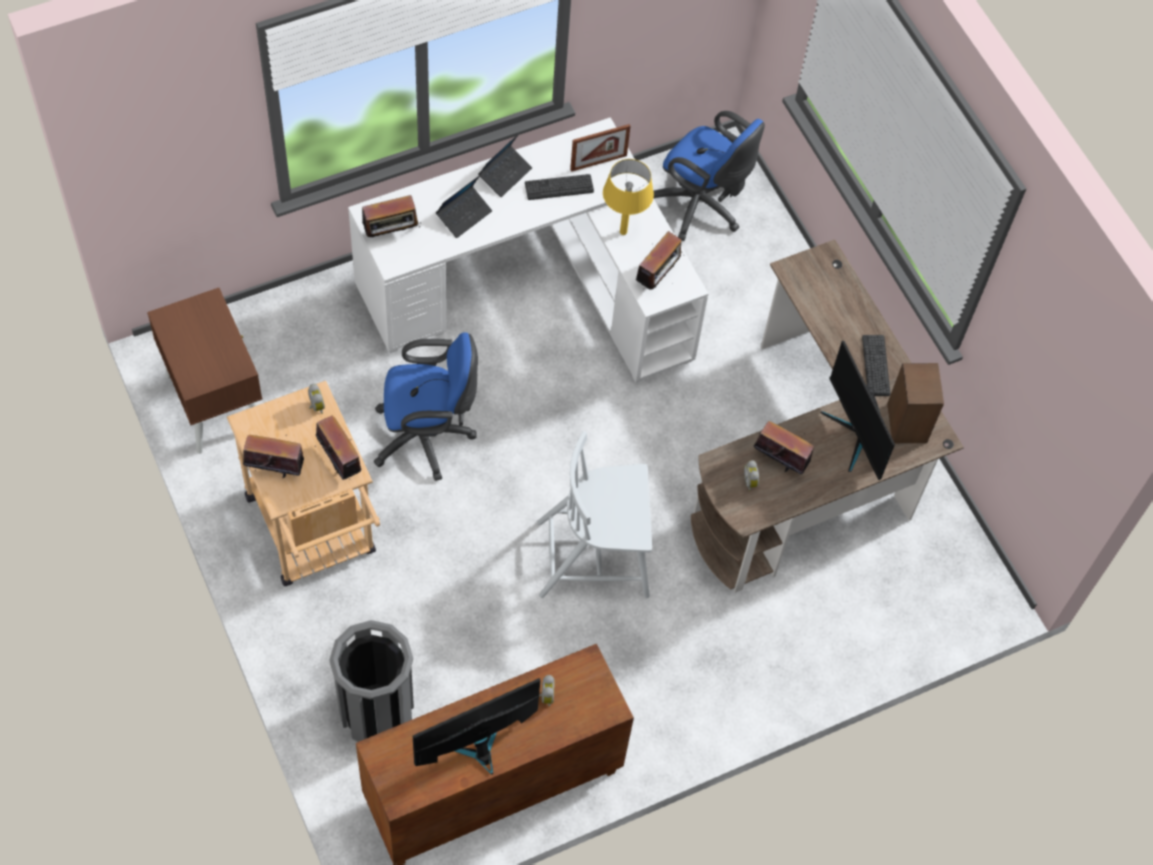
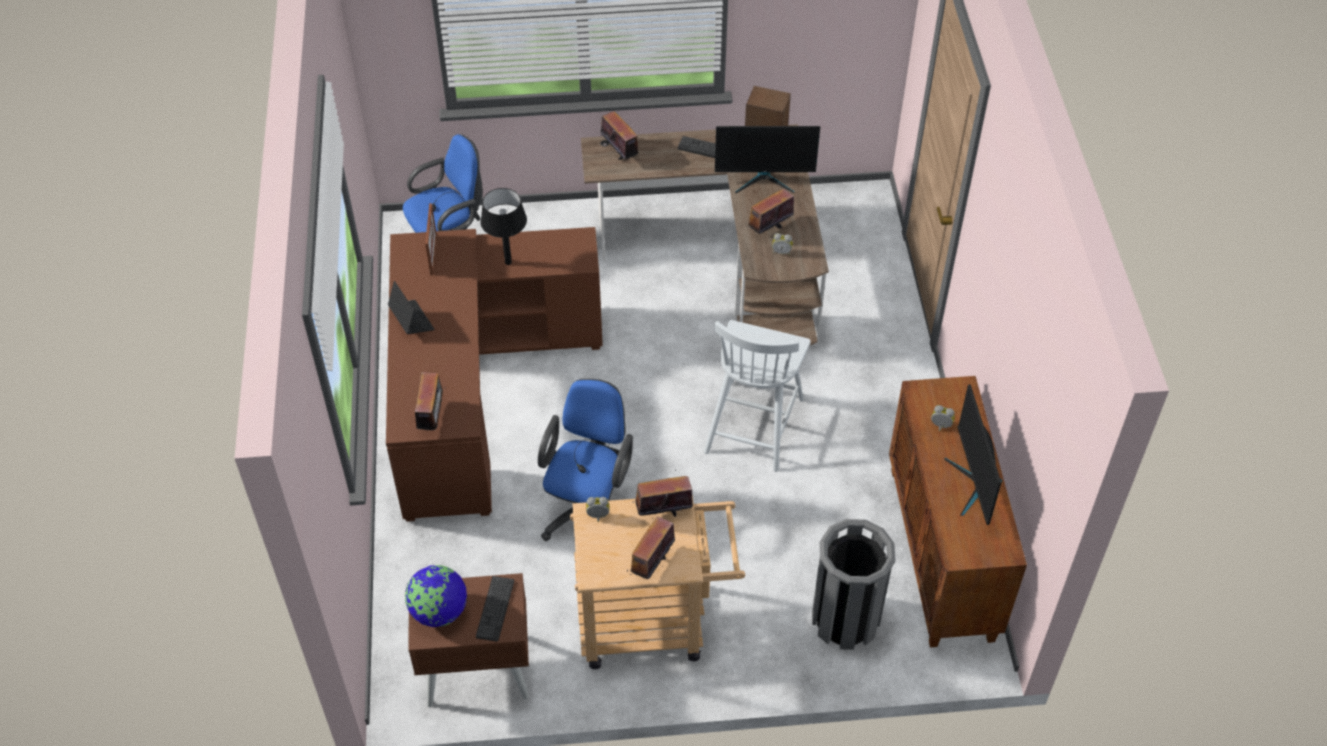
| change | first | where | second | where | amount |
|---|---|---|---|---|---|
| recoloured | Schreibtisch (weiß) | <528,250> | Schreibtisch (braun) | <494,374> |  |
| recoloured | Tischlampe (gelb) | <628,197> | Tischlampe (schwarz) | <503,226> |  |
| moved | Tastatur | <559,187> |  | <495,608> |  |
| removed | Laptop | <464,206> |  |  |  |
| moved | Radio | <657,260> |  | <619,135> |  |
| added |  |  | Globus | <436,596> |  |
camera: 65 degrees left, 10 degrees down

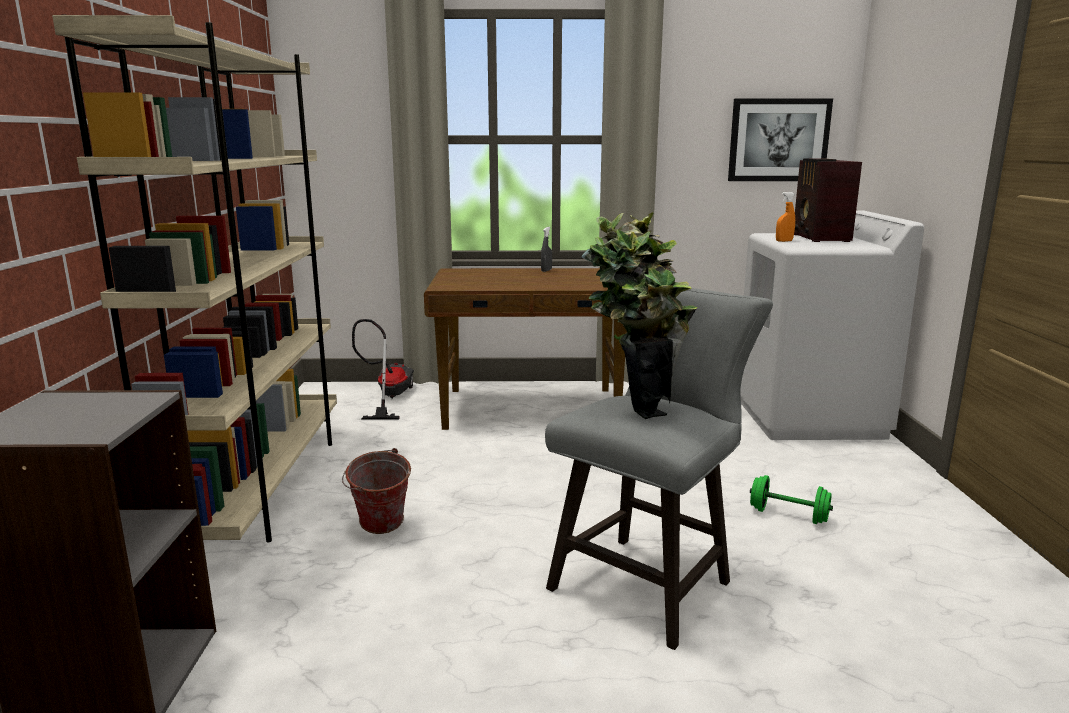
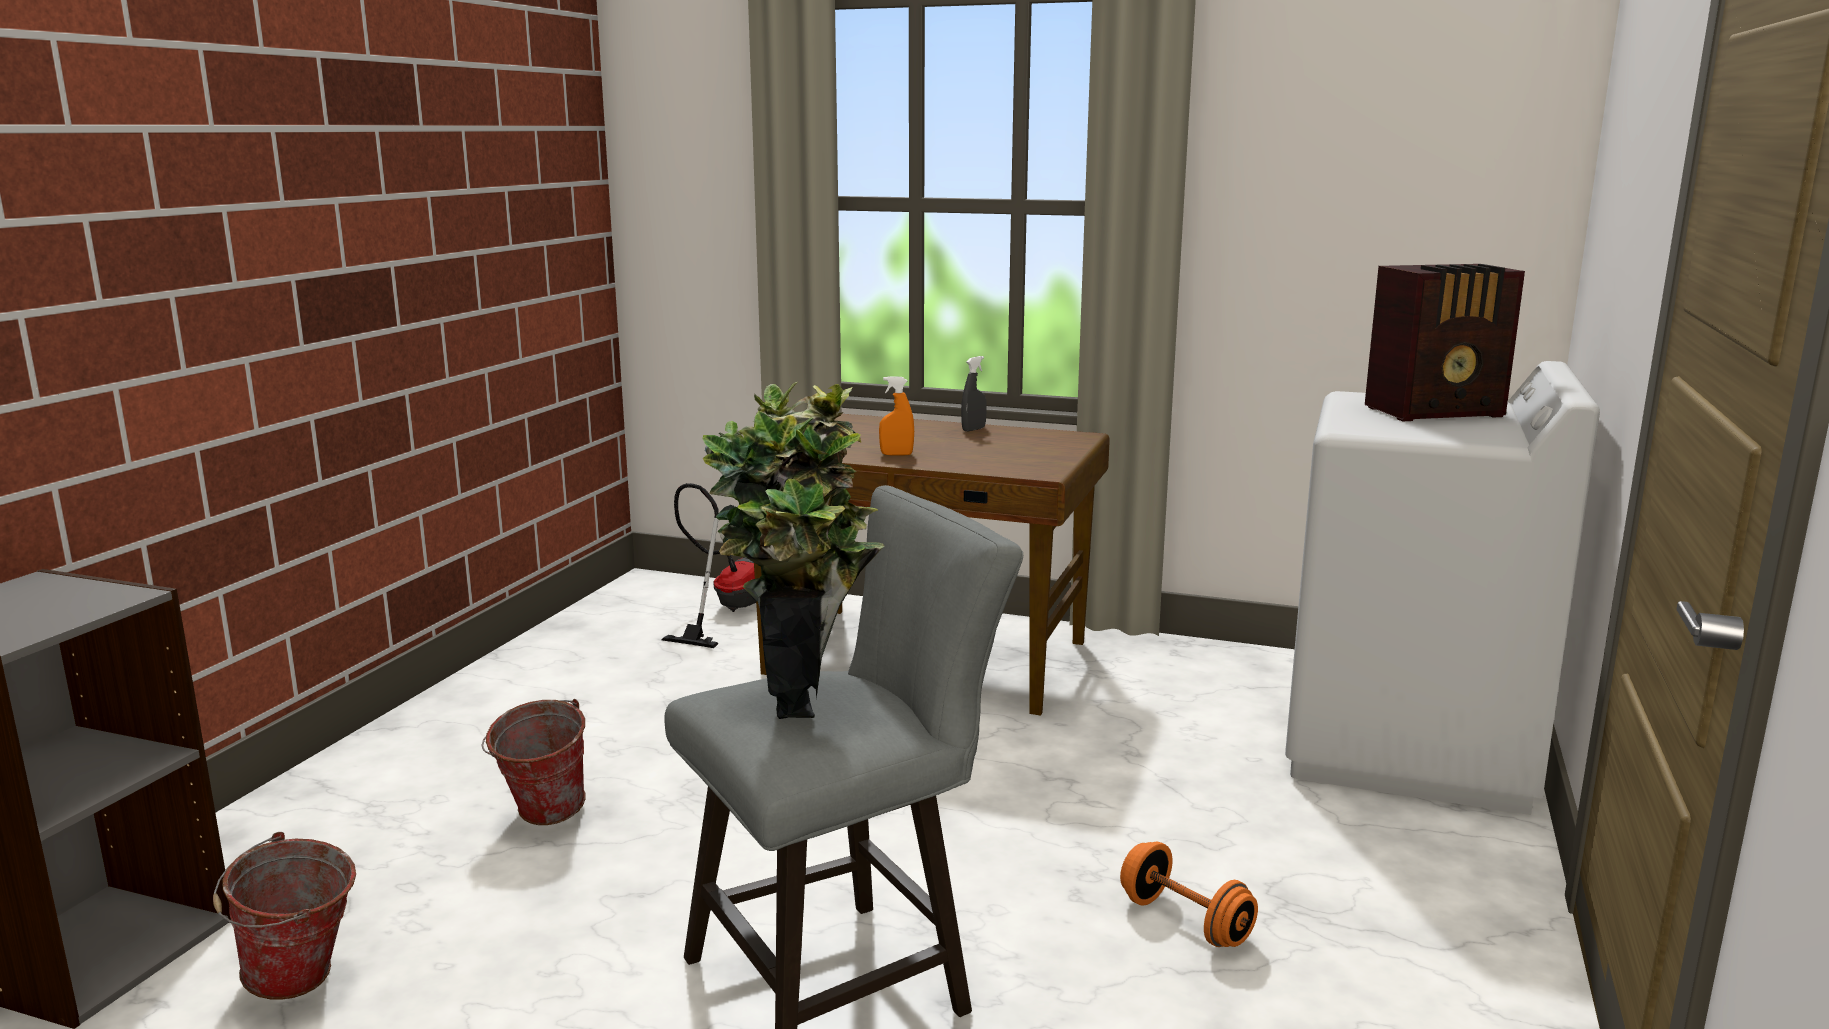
| change | first | where | second | where | amount |
|---|---|---|---|---|---|
| removed | Bücherregal (beige) | <194,278> |  |  |  |
| removed | Bild | <780,139> |  |  |  |
| turned | Radio | <828,200> |  | <1445,342> | 120 degrees counterclockwise |
| moved | Sprühflasche (orange) | <785,217> |  | <896,416> |  |
| recoloured | Hantel (grün) | <791,499> | Hantel (orange) | <1189,894> |  |
| added |  |  | Eimer | <284,916> |  |
camera: 20 degrees right, 0 degrees up

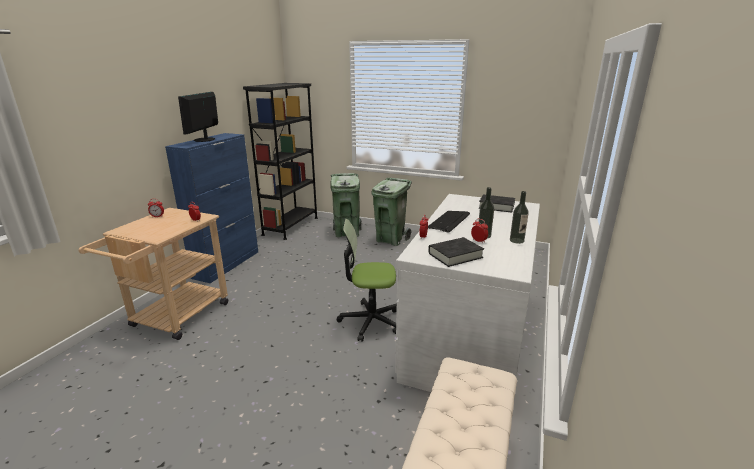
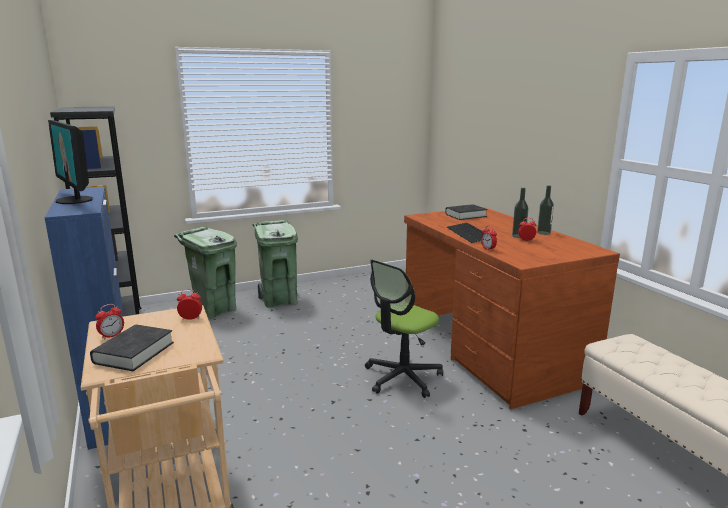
| change | first | where | second | where | amount |
|---|---|---|---|---|---|
| recoloured | Schreibtisch (weiß) | <467,293> | Schreibtisch (braun) | <512,308> |  |
| moved | Buch (schwarz) | <456,252> |  | <132,348> |  |
camera: 45 degrees left, 5 degrees down

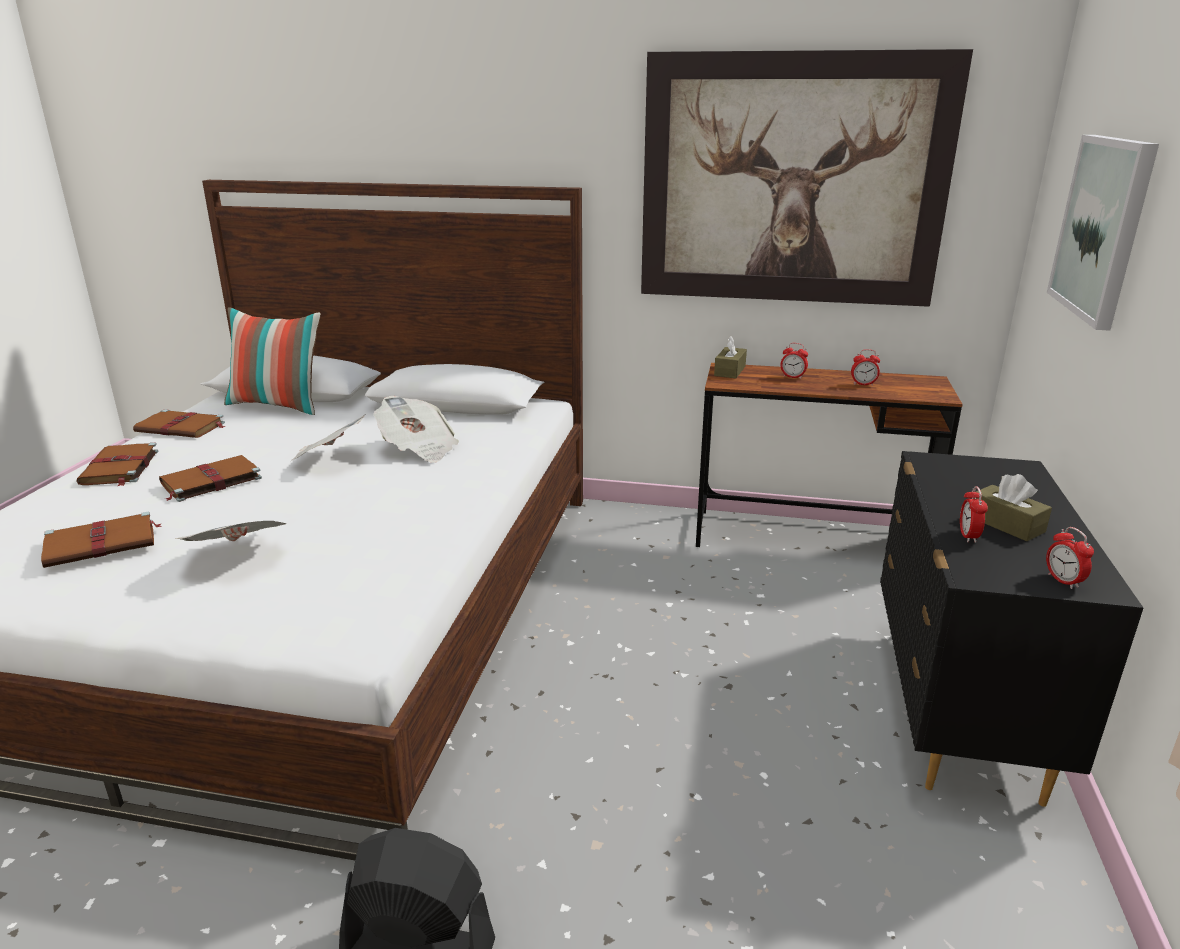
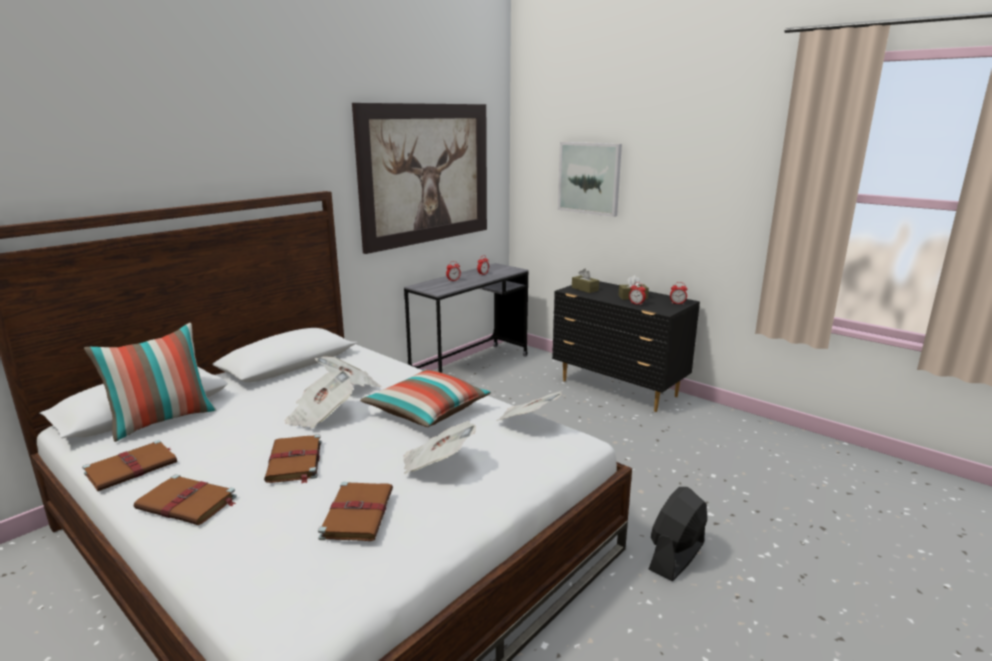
| change | first | where | second | where | amount |
|---|---|---|---|---|---|
| moved | Taschentuchbox (braun) | <730,357> |  | <585,280> |  |
| recoloured | Schreibtisch (braun) | <829,455> | Schreibtisch (grau) | <466,318> |  |
| added |  |  | Kissen | <425,398> |  |
| added |  |  | Zeitung | <529,405> |  |
camera: 60 degrees left, 5 degrees down

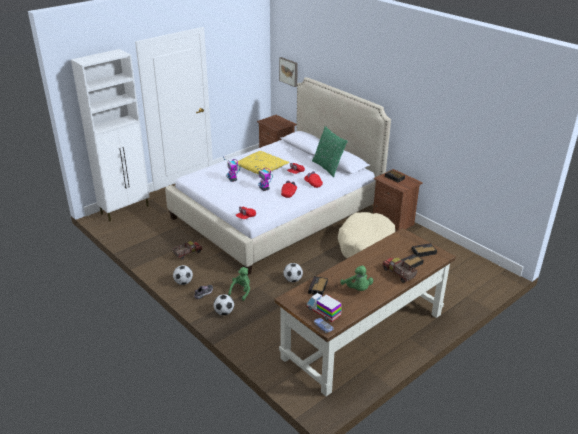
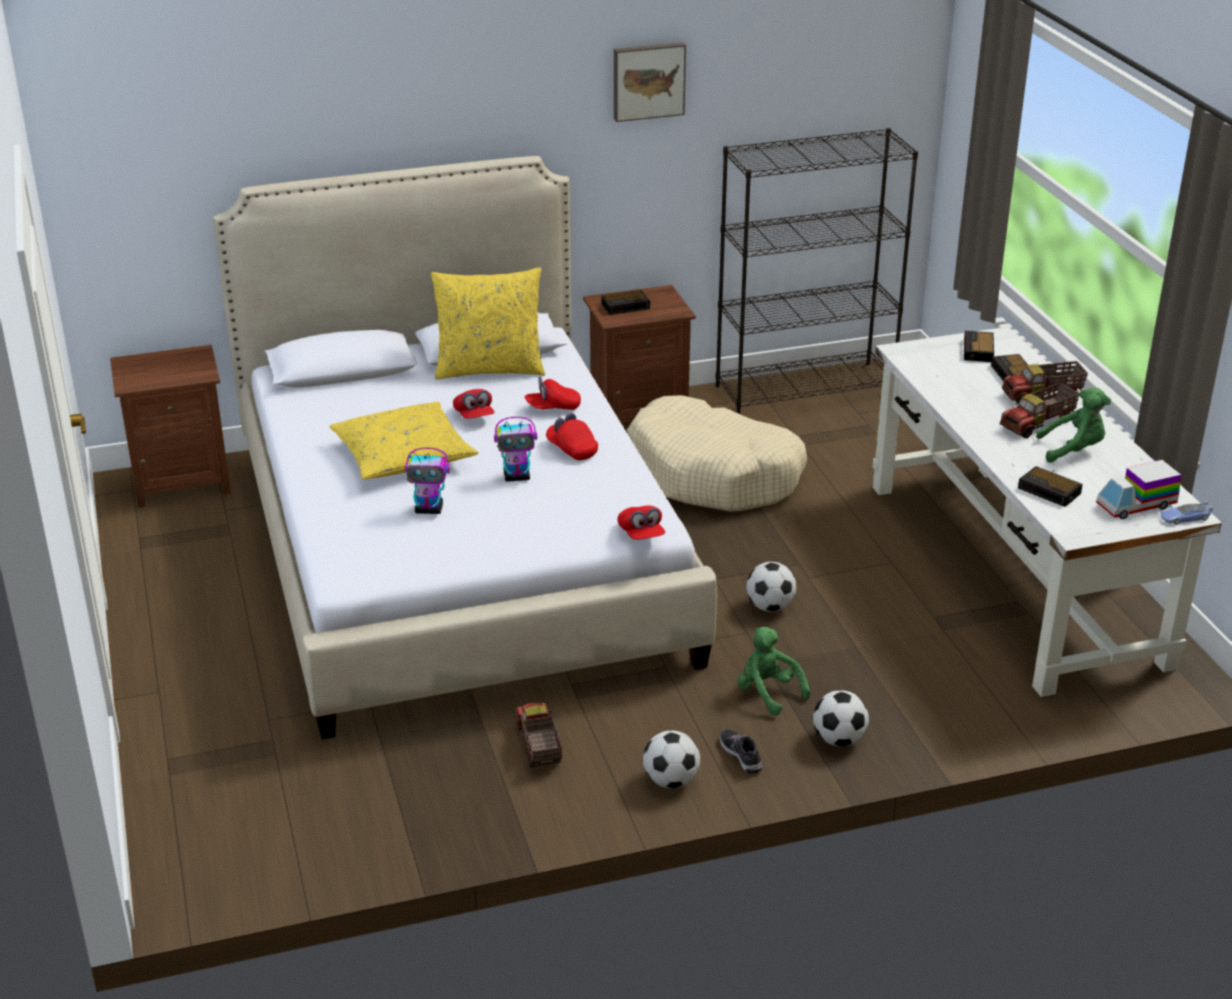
| change | first | where | second | where | amount |
|---|---|---|---|---|---|
| removed | Schrank (weiß) | <110,135> |  |  |  |
| moved | Bild | <288,72> |  | <650,82> |  |
| recoloured | Kissen (grün) | <330,151> | Kissen (gelb) | <488,323> |  |
| recoloured | Schreibtisch (braun) | <365,312> | Schreibtisch (weiß) | <1047,512> |  |
| added |  |  | Bücherregal (schwarz) | <817,271> |  |
| added |  |  | Spielzeuglaster | <1039,410> |  |
camera: 65 degrees left, 0 degrees up

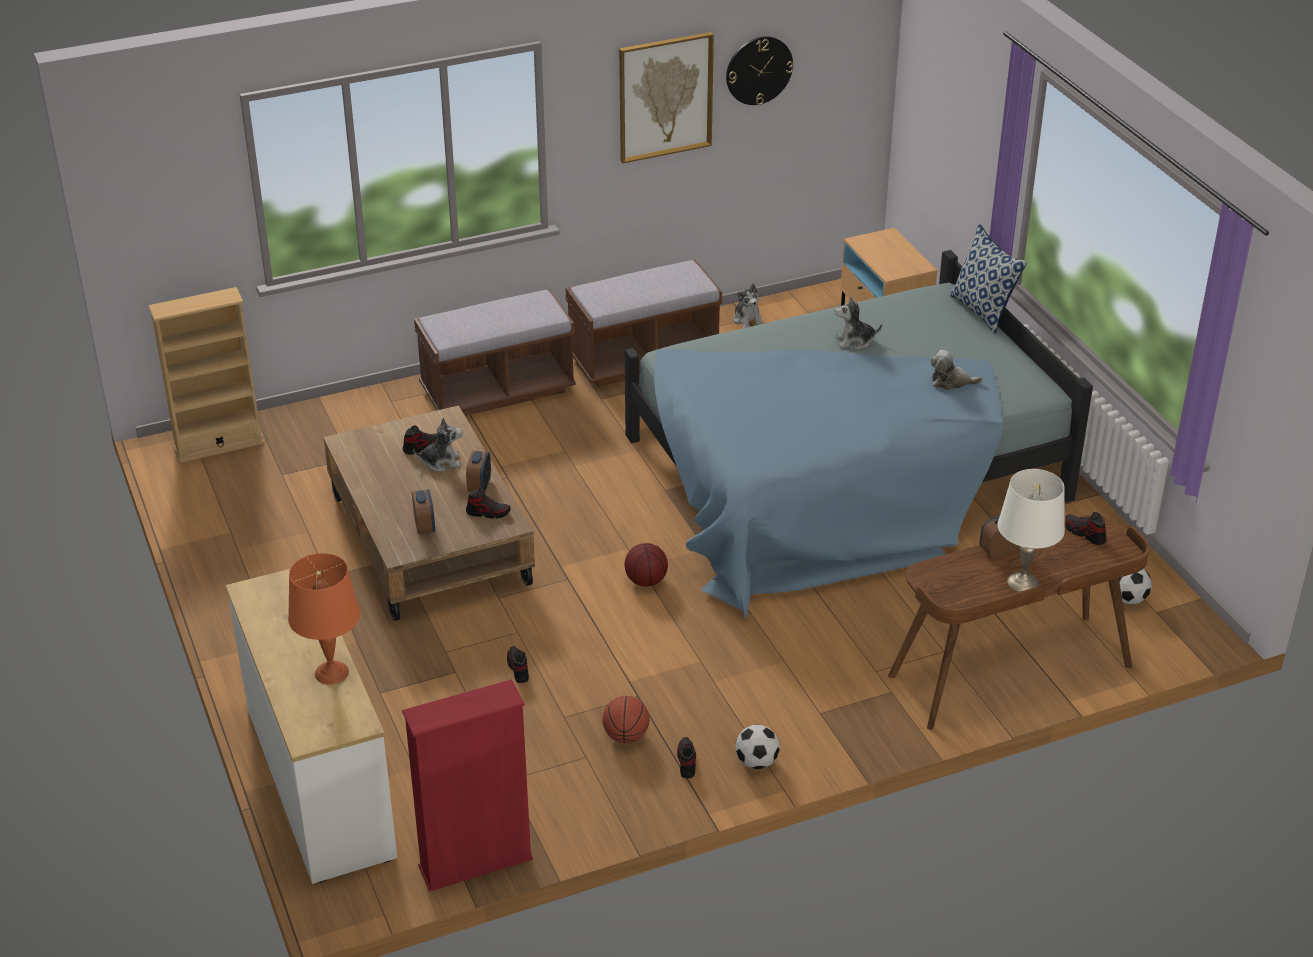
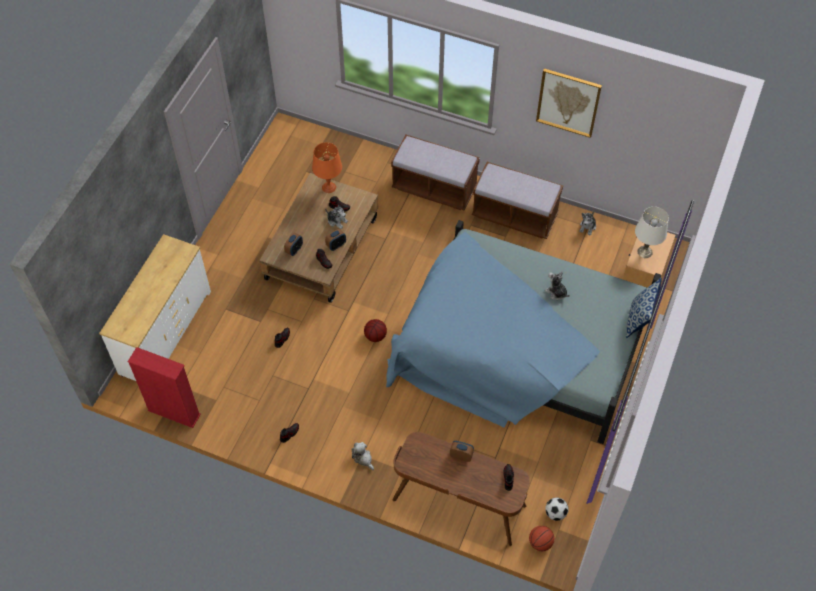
| change | first | where | second | where | amount |
|---|---|---|---|---|---|
| removed | Wanduhr | <759,70> |  |  |  |
| removed | Bücherregal (beige) | <206,375> |  |  |  |
| moved | Plüschtier | <956,370> |  | <363,456> |  |
| moved | Tischlampe (weiß) | <1031,530> |  | <652,232> |  |
| moved | Tischlampe (orange) | <324,619> |  | <327,167> |  |
| moved | Basketball | <626,719> |  | <541,538> |  |
| removed | Fußball | <757,747> |  |  |  |
camera: 45 degrees right, 20 degrees up

